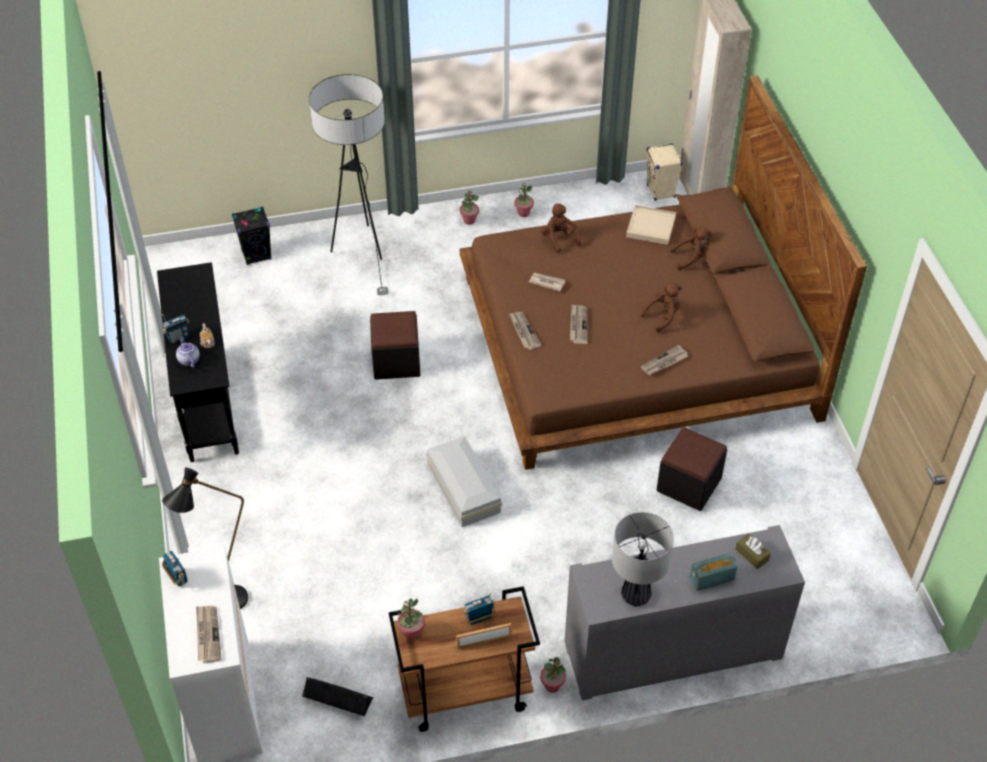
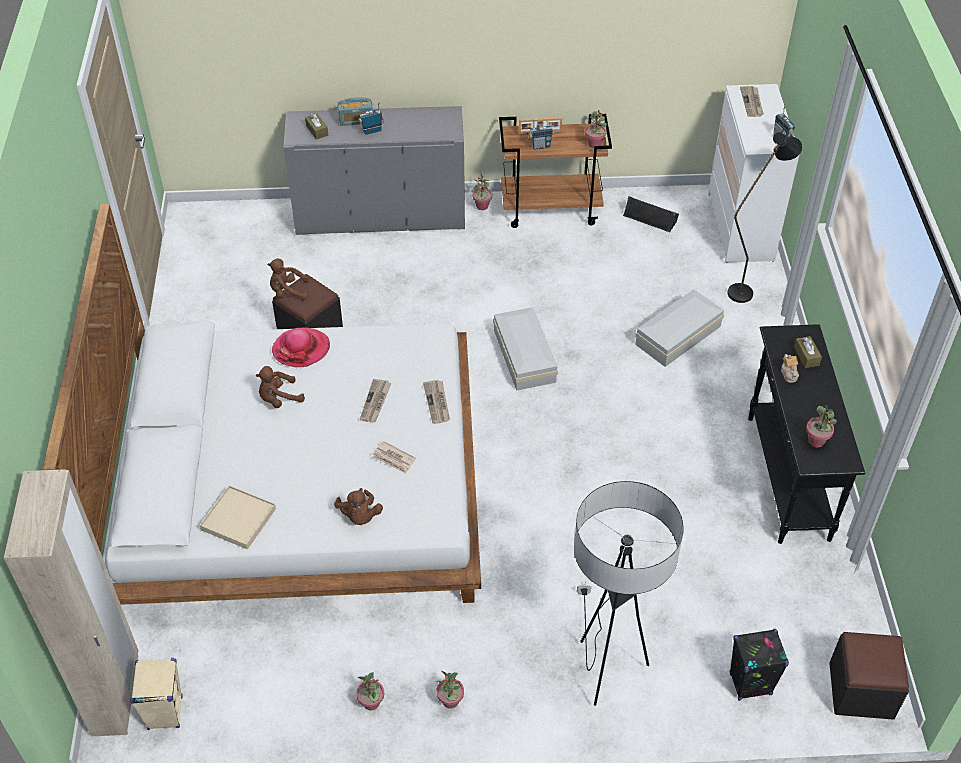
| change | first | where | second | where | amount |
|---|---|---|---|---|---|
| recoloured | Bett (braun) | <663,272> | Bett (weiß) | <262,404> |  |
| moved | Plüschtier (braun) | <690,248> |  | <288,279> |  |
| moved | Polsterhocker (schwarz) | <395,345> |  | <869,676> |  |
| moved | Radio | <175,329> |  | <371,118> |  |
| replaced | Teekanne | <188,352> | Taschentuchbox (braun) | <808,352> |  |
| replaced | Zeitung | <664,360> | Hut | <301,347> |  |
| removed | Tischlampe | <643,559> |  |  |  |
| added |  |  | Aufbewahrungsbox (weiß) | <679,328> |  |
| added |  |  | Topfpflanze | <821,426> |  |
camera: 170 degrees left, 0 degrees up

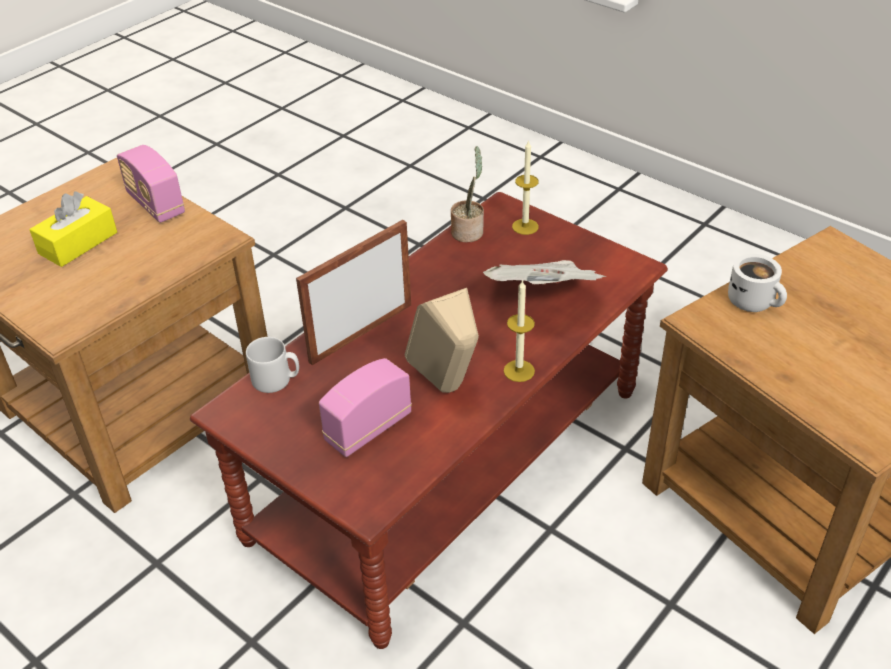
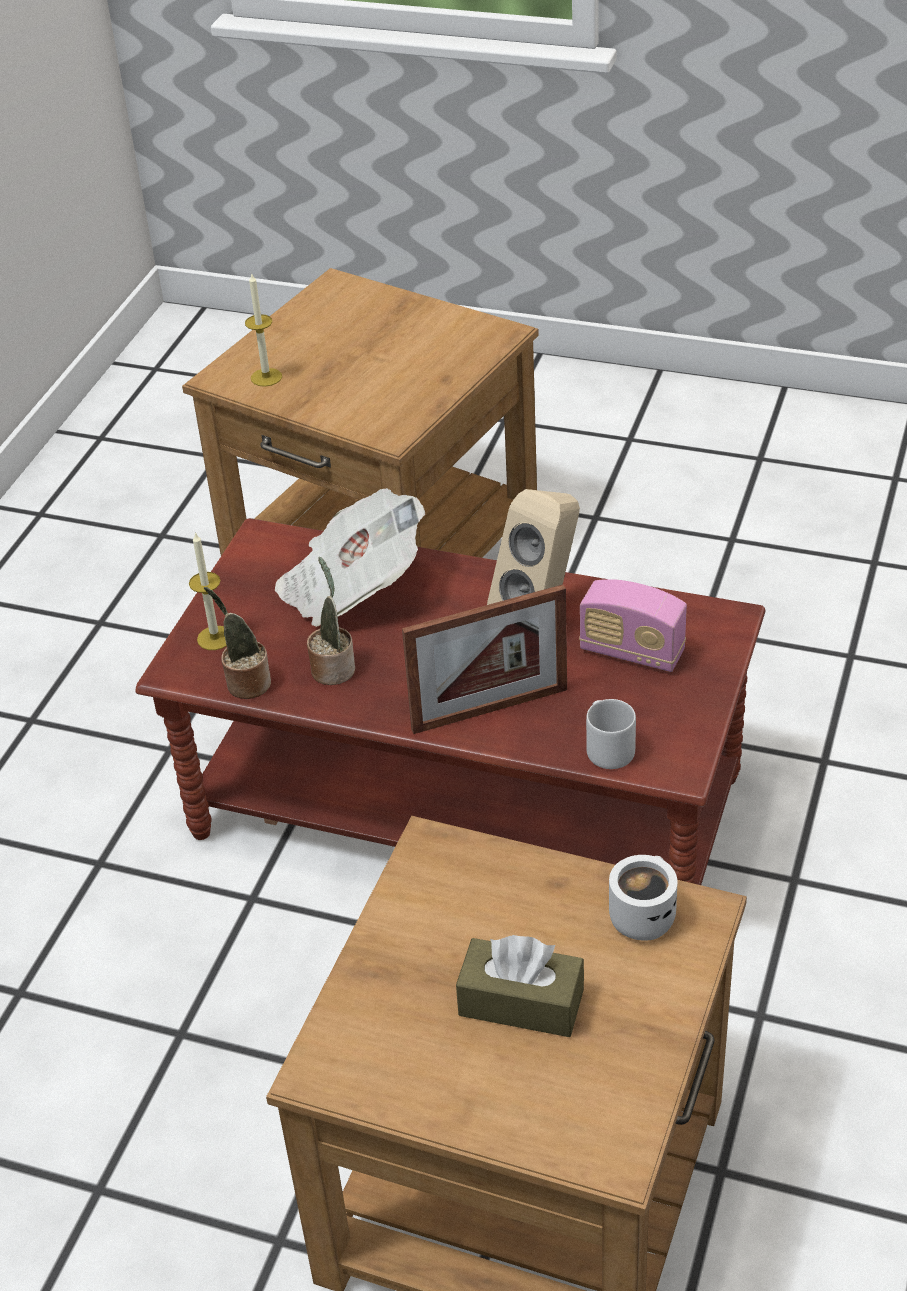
| change | first | where | second | where | amount |
|---|---|---|---|---|---|
| removed | Radio | <151,184> |  |  |  |
| recoloured | Taschentuchbox (gelb) | <73,229> | Taschentuchbox (braun) | <520,986> |  |
| turned | Bilderrahmen | <353,292> |  | <484,659> | 45 degrees counterclockwise |
| moved | Henkelbecher (weiß) | <757,283> |  | <643,898> |  |
| moved | Kerze | <519,330> |  | <263,330> |  |
| added |  |  | Topfpflanze | <331,621> |  |
camera: 110 degrees left, 0 degrees up

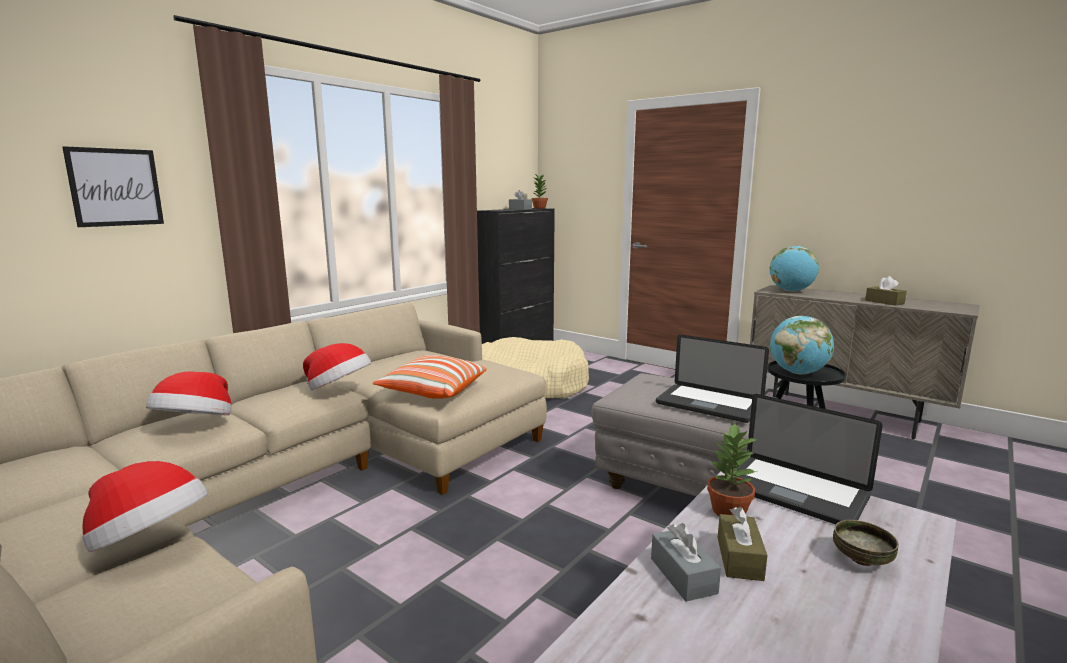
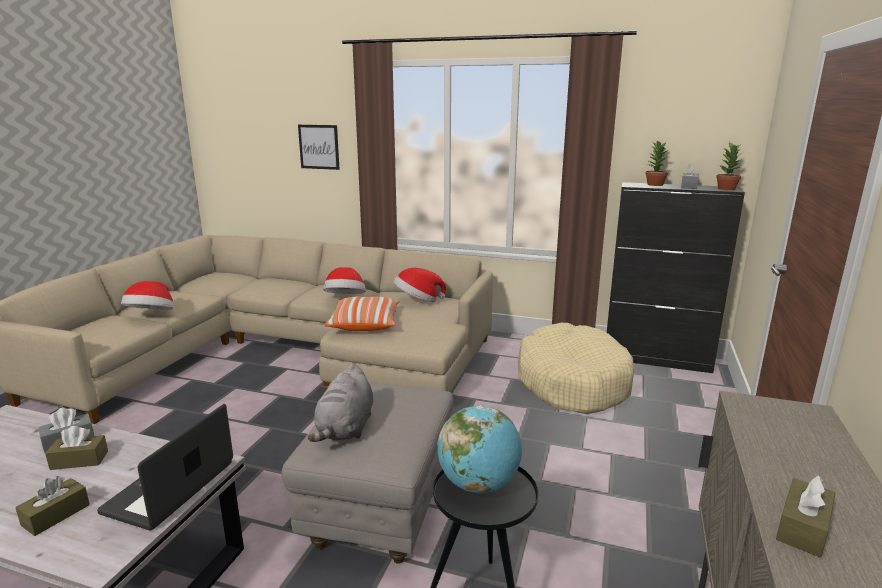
| change | first | where | second | where | amount |
|---|---|---|---|---|---|
| removed | Globus | <794,269> |  |  |  |
| replaced | Laptop | <712,379> | Plüschtier (grau) | <340,403> |  |
| moved | Hut | <189,393> |  | <420,285> |  |
| moved | Topfpflanze | <732,469> |  | <656,163> |  |
| replaced | Schüssel | <866,543> | Taschentuchbox (braun) | <52,506> |  |
camera: 70 degrees right, 5 degrees up

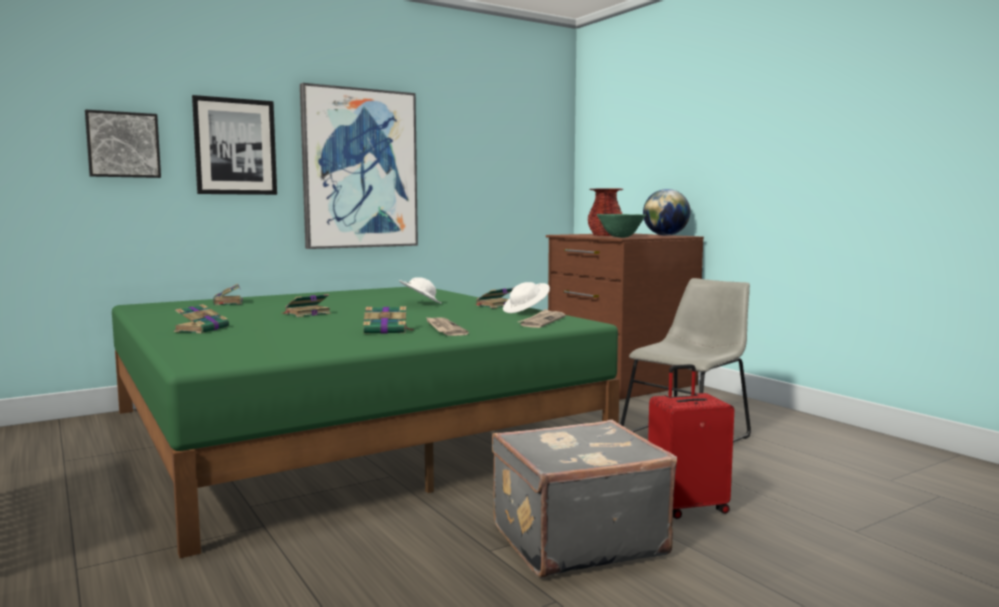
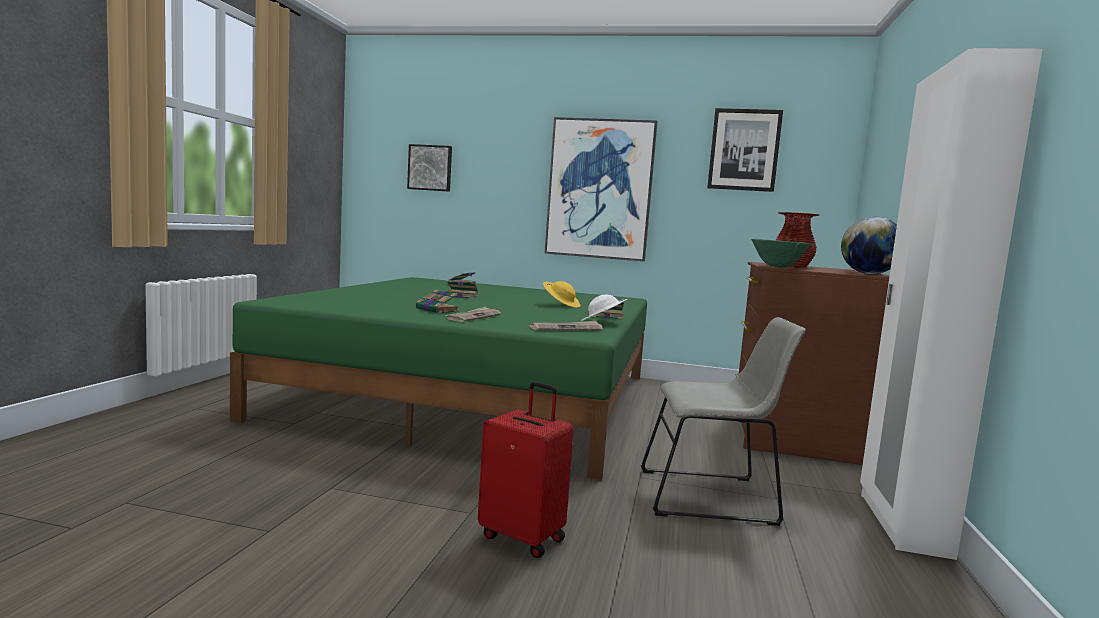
| change | first | where | second | where | amount |
|---|---|---|---|---|---|
| moved | Bild | <234,145> |  | <745,150> |  |
| recoloured | Hut (weiß) | <420,290> | Hut (gelb) | <561,294> |  |
| removed | Buch | <201,318> |  |  |  |
| removed | Koffer (grau) | <584,499> |  |  |  |
| added |  |  | Kleiderschrank (weiß) | <951,304> |  |
camera: 45 degrees right, 0 degrees up

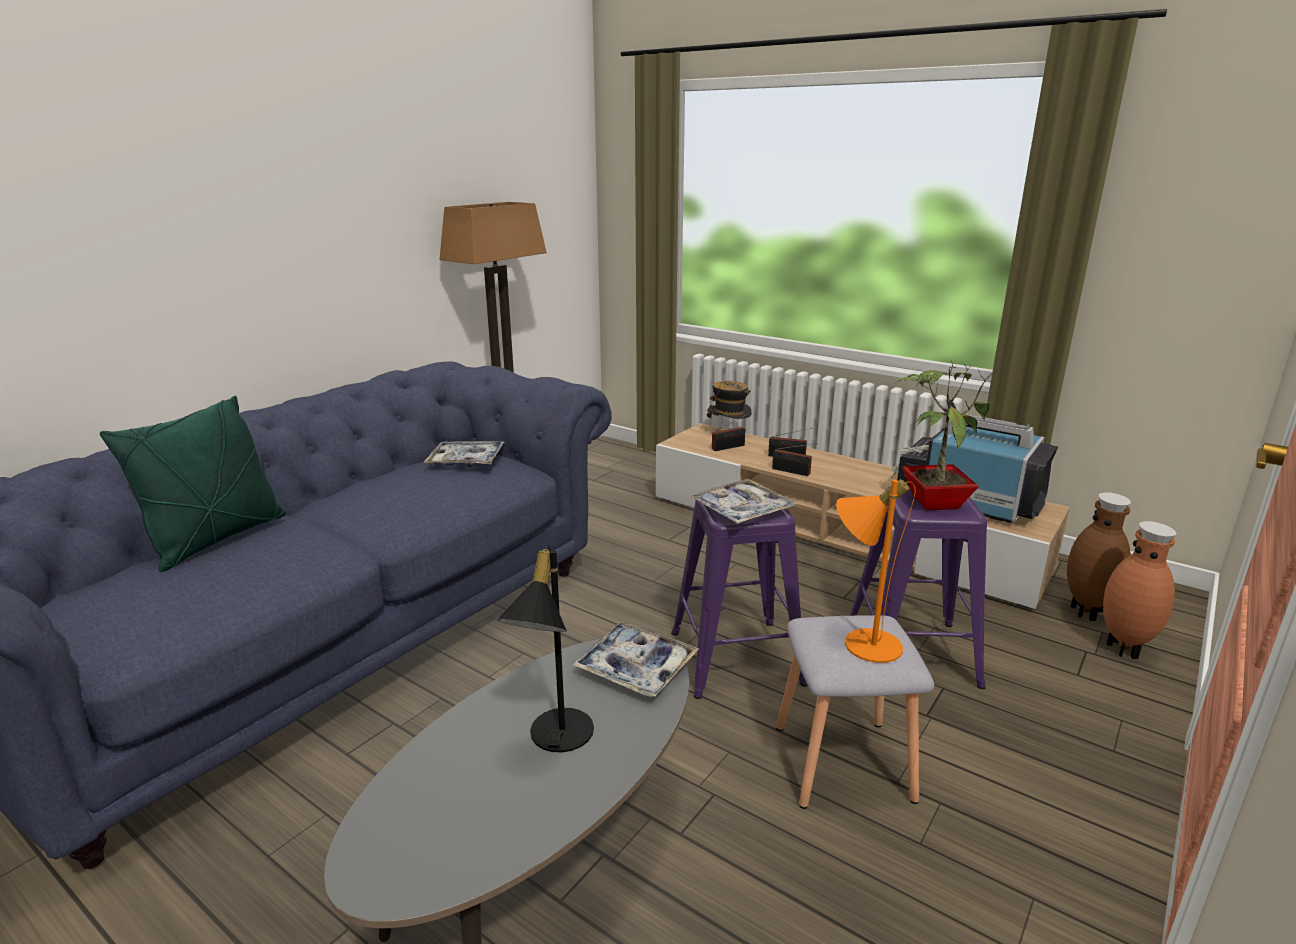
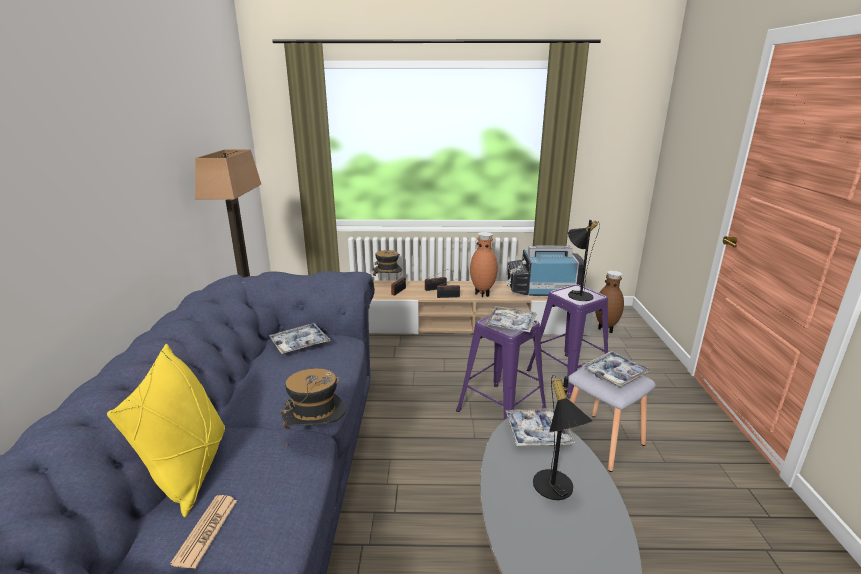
| change | first | where | second | where | amount |
|---|---|---|---|---|---|
| replaced | Topfpflanze | <946,435> | Tischlampe (schwarz) | <584,260> |  |
| recoloured | Kissen (grün) | <193,484> | Kissen (gelb) | <166,430> |  |
| replaced | Tischlampe (orange) | <876,571> | Tablett | <616,369> |  |
| moved | Vase (braun) | <1139,590> |  | <483,264> |  |
| added |  |  | Hut | <313,407> |  |
| added |  |  | Zeitung | <203,532> |  |
camera: 35 degrees left, 0 degrees up

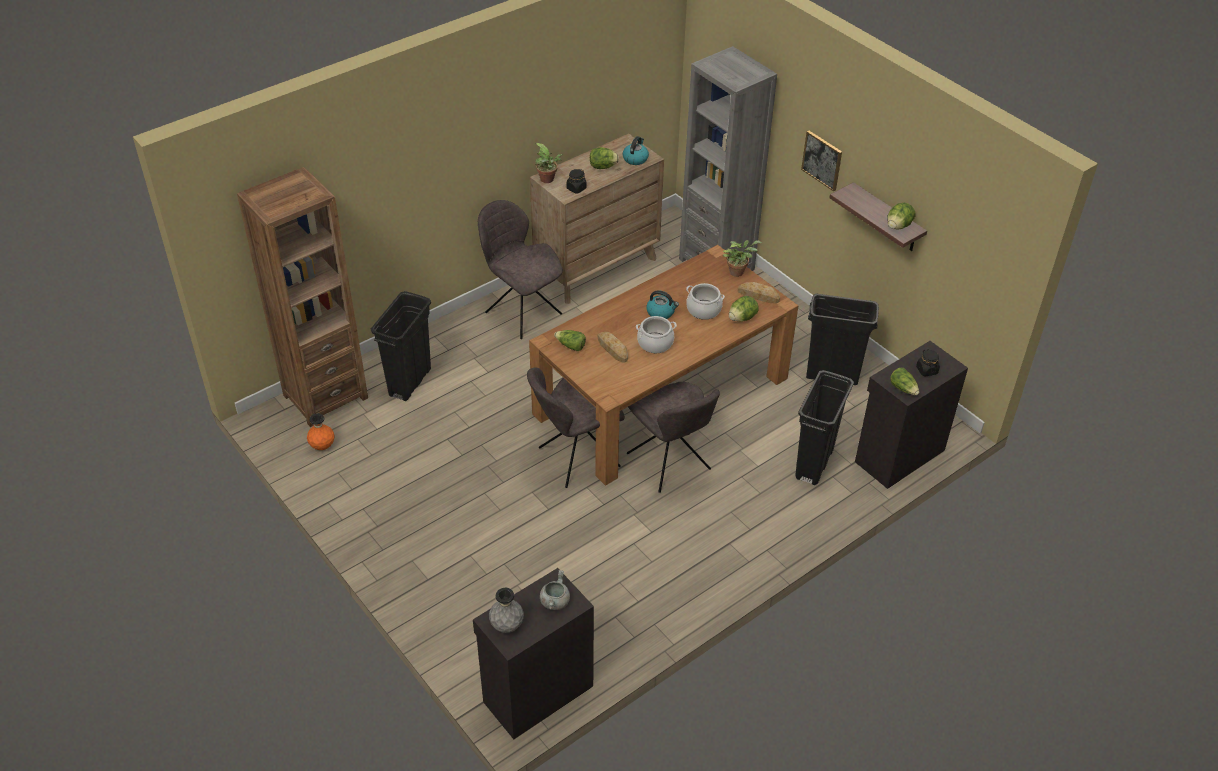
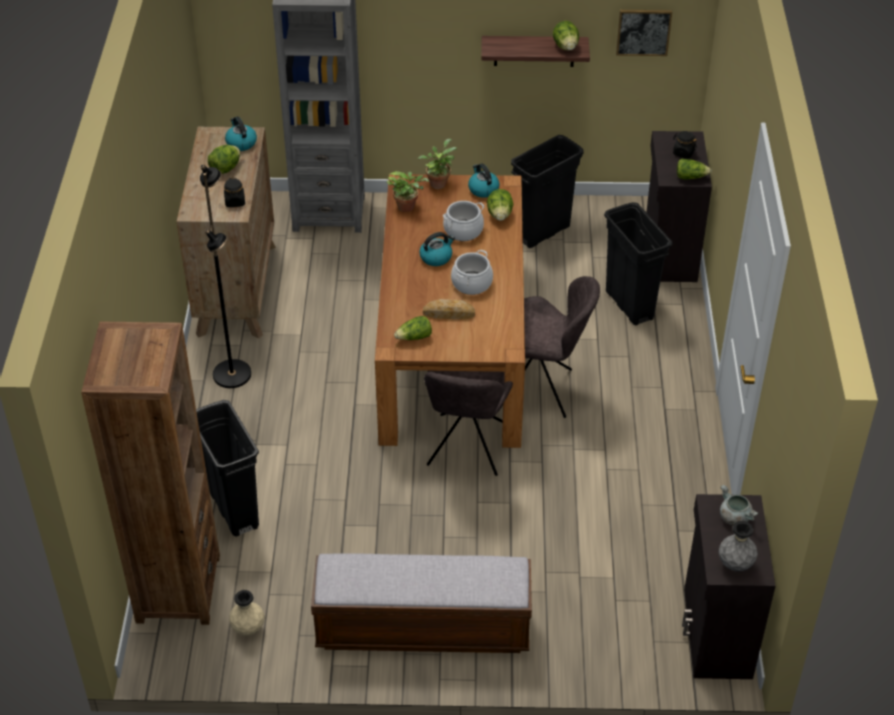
| change | first | where | second | where | amount |
|---|---|---|---|---|---|
| moved | Bild | <821,161> |  | <644,33> |  |
| moved | Topfpflanze | <549,163> |  | <408,191> |  |
| replaced | Stuhl (grau) | <520,269> | Stehlampe (schwarz) | <225,276> |  |
| replaced | Brot | <758,293> | Wasserkessel | <484,181> |  |
| recoloured | Vase (orange) | <320,431> | Vase (beige) | <246,613> |  |
| added |  |  | Bank | <421,603> |  |
camera: 50 degrees left, 0 degrees up

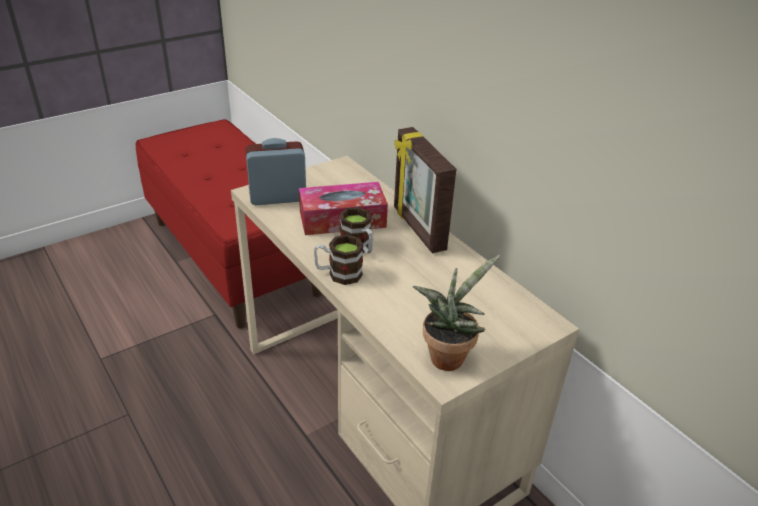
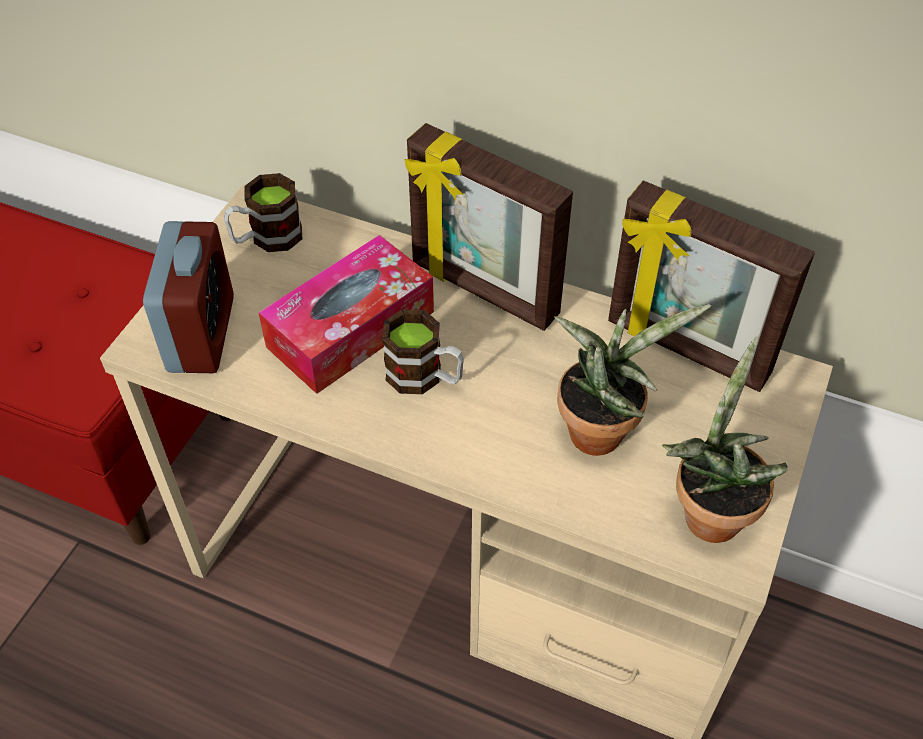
| change | first | where | second | where | amount |
|---|---|---|---|---|---|
| turned | Wecker | <275,171> |  | <188,297> | 135 degrees clockwise |
| moved | Henkelbecher | <338,260> |  | <263,212> |  |
| added |  |  | Bilderrahmen | <711,286> |  |
| added |  |  | Topfpflanze | <632,380> |  |
camera: 30 degrees left, 15 degrees up

